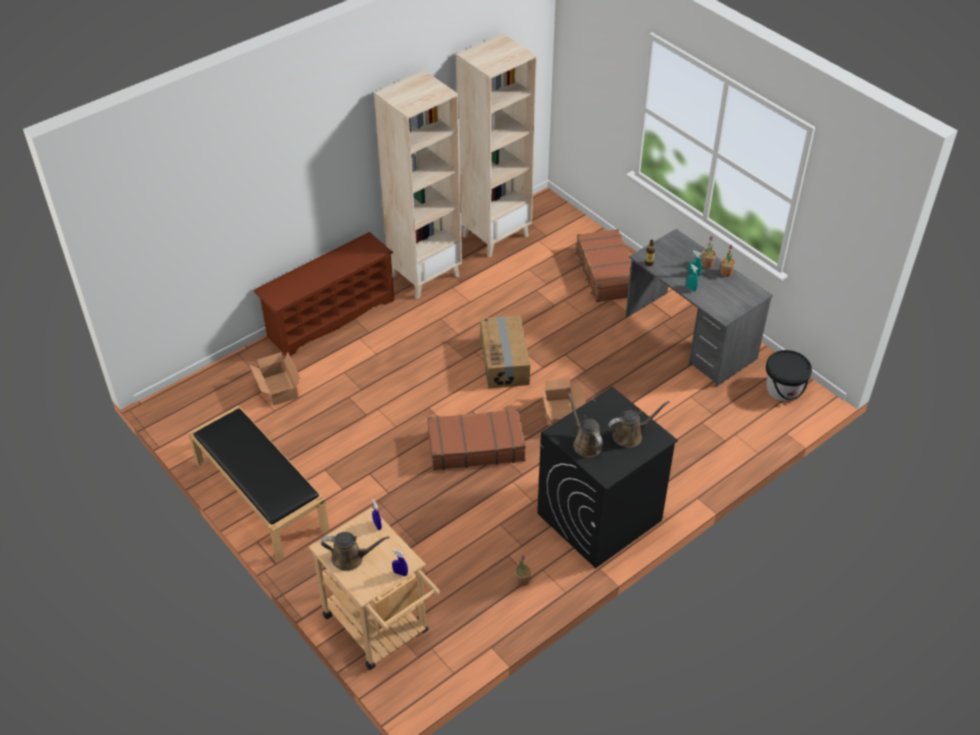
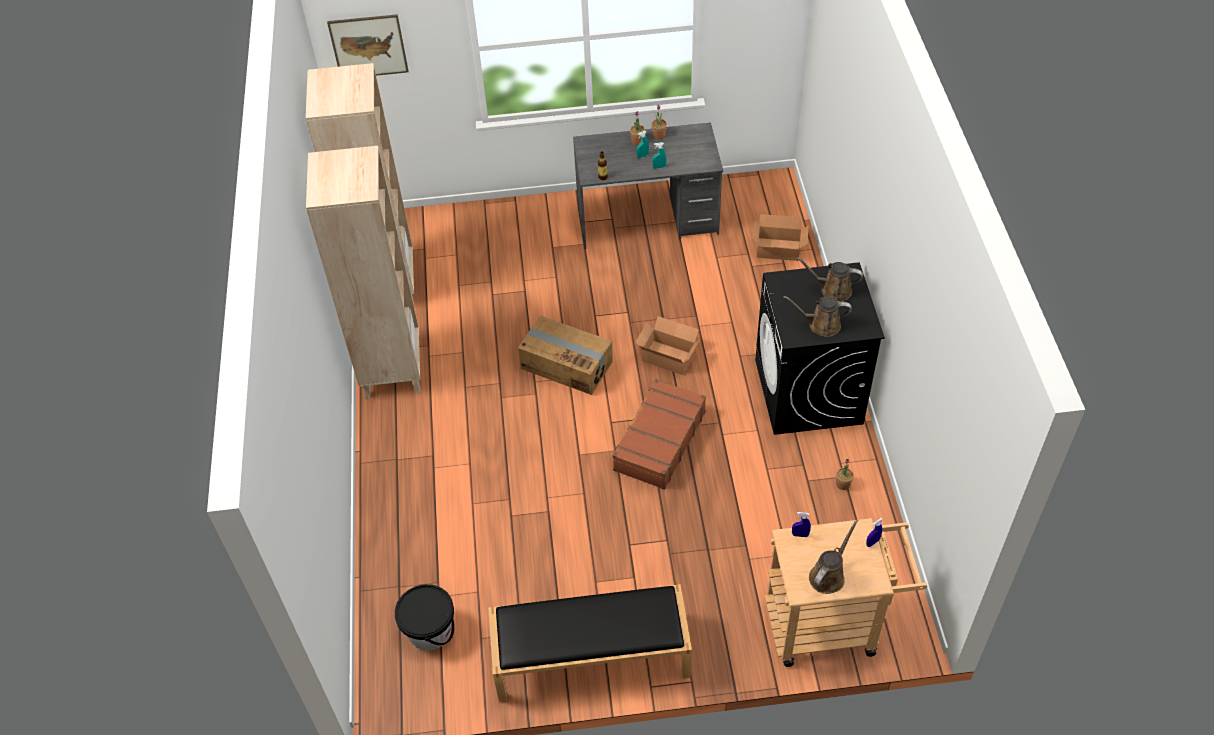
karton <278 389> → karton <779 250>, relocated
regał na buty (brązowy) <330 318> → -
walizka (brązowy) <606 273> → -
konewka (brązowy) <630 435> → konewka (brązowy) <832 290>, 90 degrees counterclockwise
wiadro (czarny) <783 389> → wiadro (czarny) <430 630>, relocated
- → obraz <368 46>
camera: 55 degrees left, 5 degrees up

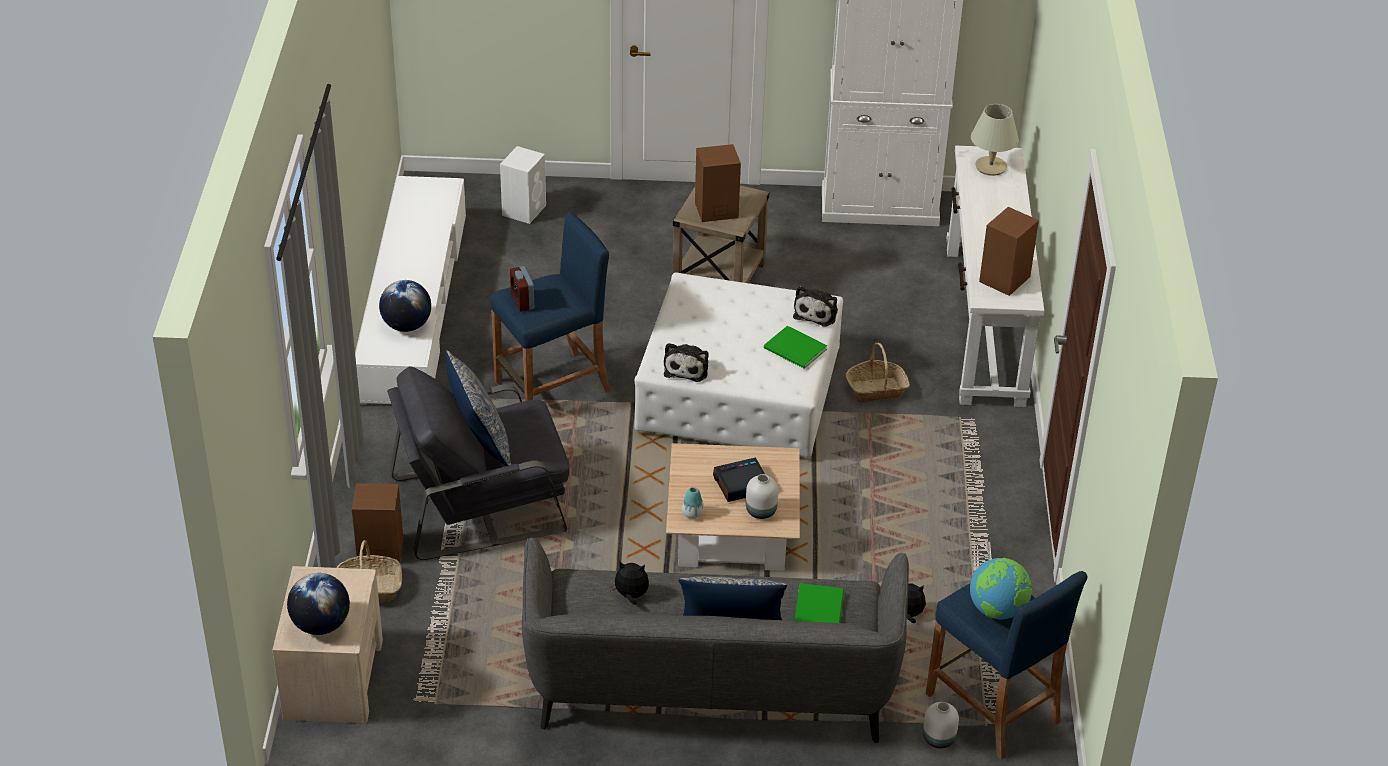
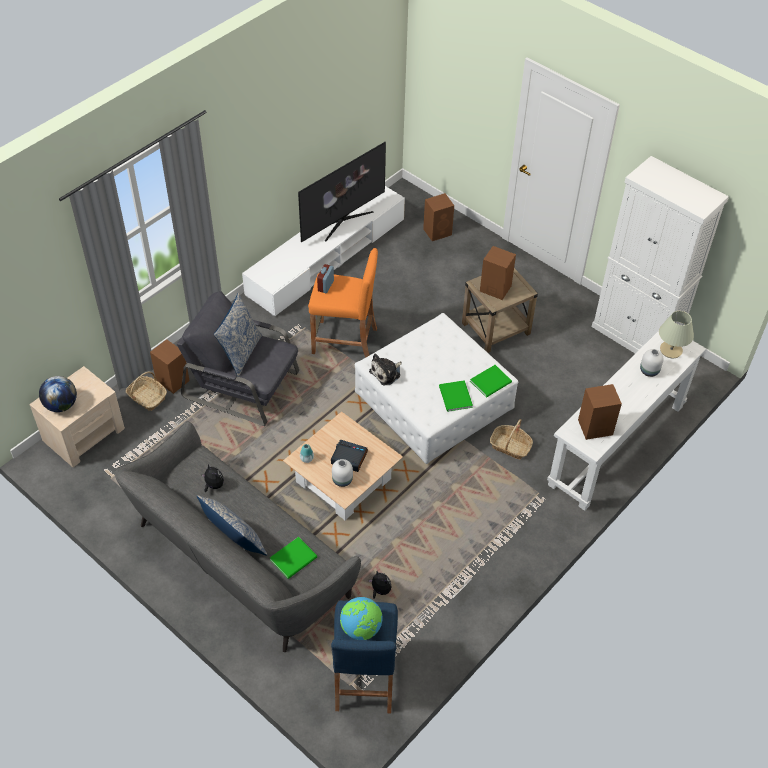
globus <406 326> → -
stołek (niebieski) <552 386> → stołek (pomarańczowy) <344 341>
głośnik (biały) <524 209> → głośnik (brązowy) <438 231>
pluszak <817 312> → książka (zielony) <492 382>
wazon (biały) <938 739> → wazon (biały) <648 370>, relocated
- → telewizor <342 221>
camera: 40 degrees right, 10 degrees up

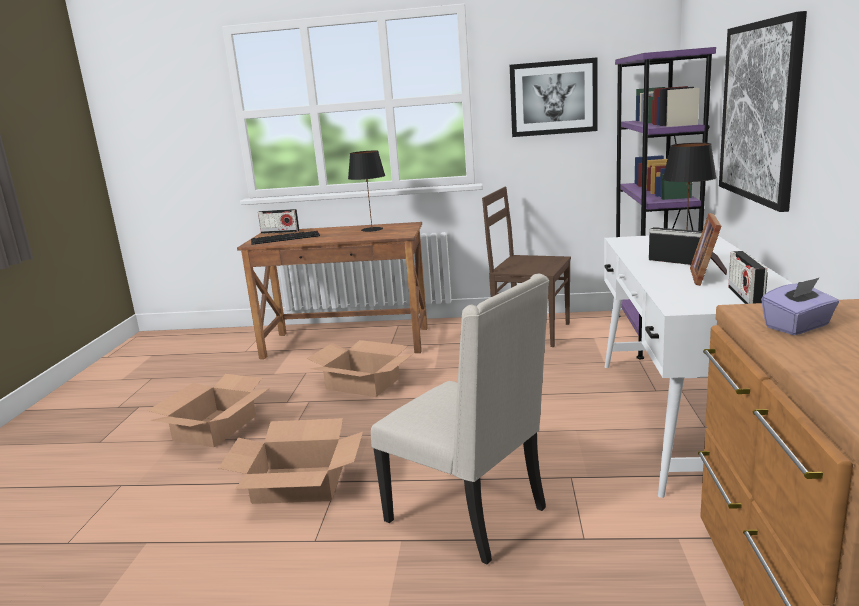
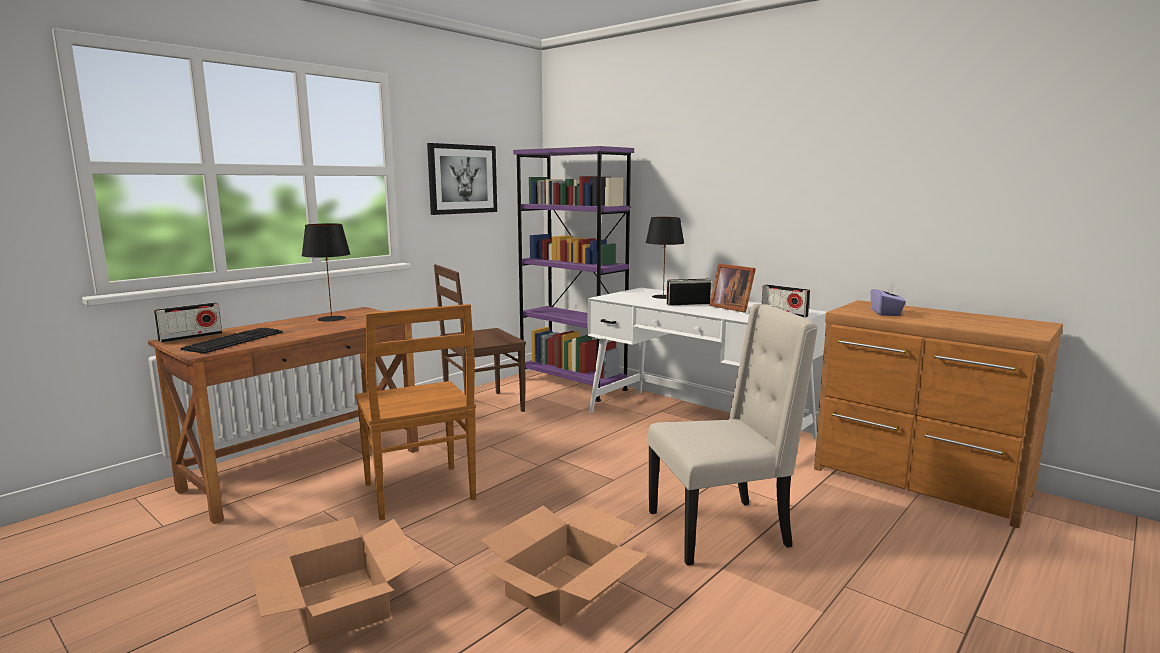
karton <363 383> → krzesło (brązowy) <420 493>
obraz <760 112> → -
camera: 55 degrees left, 5 degrees down

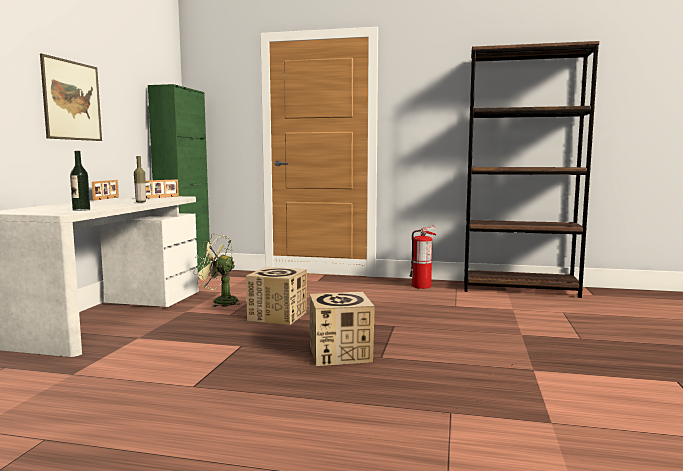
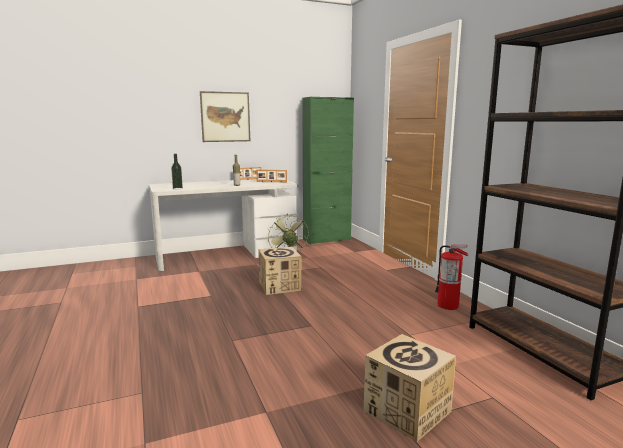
karton <340 353> → karton <407 411>, relocated
camera: 55 degrees right, 5 degrees up

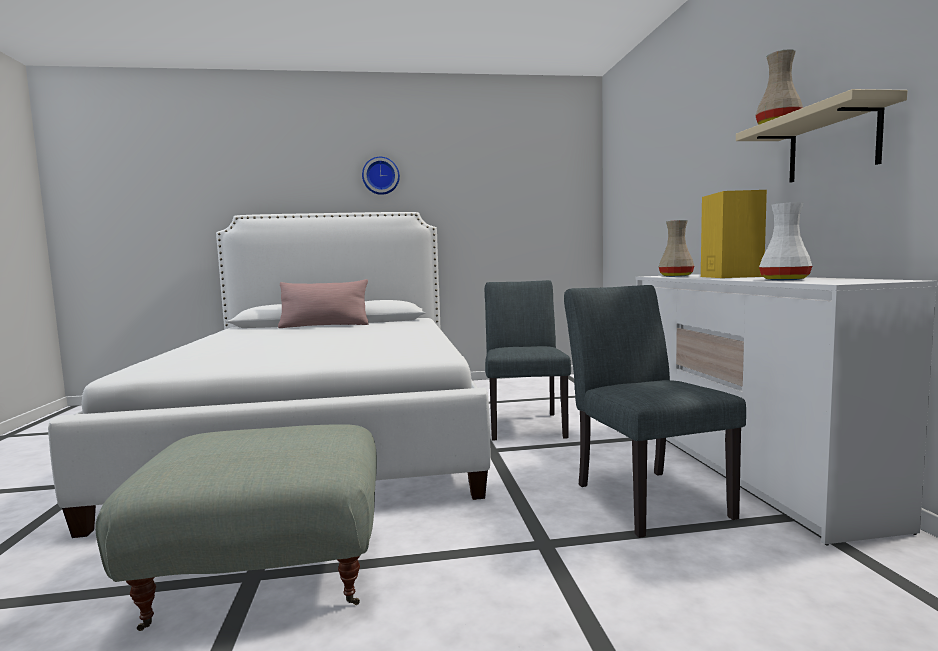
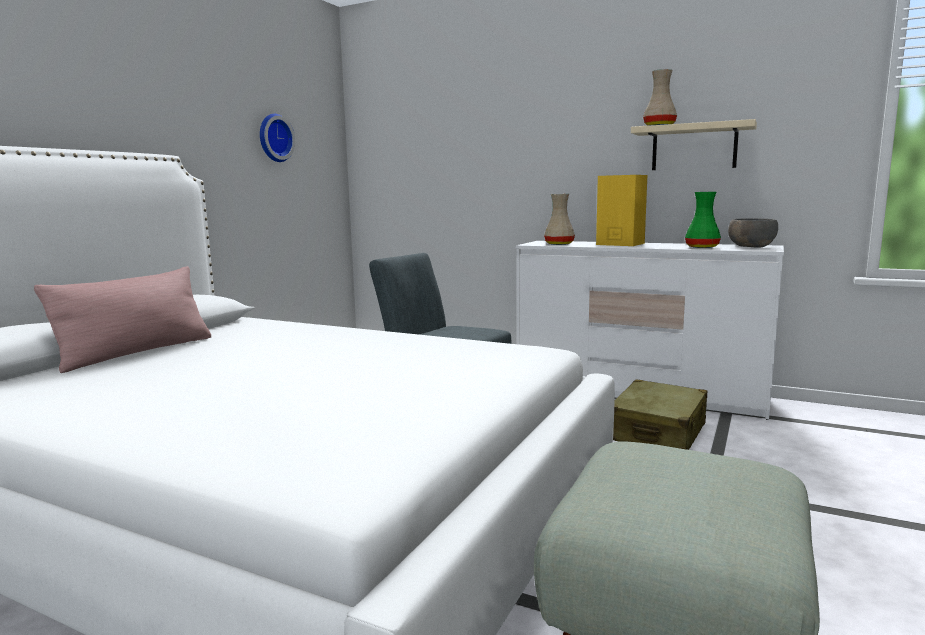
zegar ścienny <380 176> → zegar ścienny <274 138>, relocated
krzesło (szary) <644 496> → walizka (beżowy) <657 432>
wazon (biały) <785 279> → wazon (zielony) <703 247>
- → miska (szary) <751 246>
camera: 55 degrees left, 5 degrees up

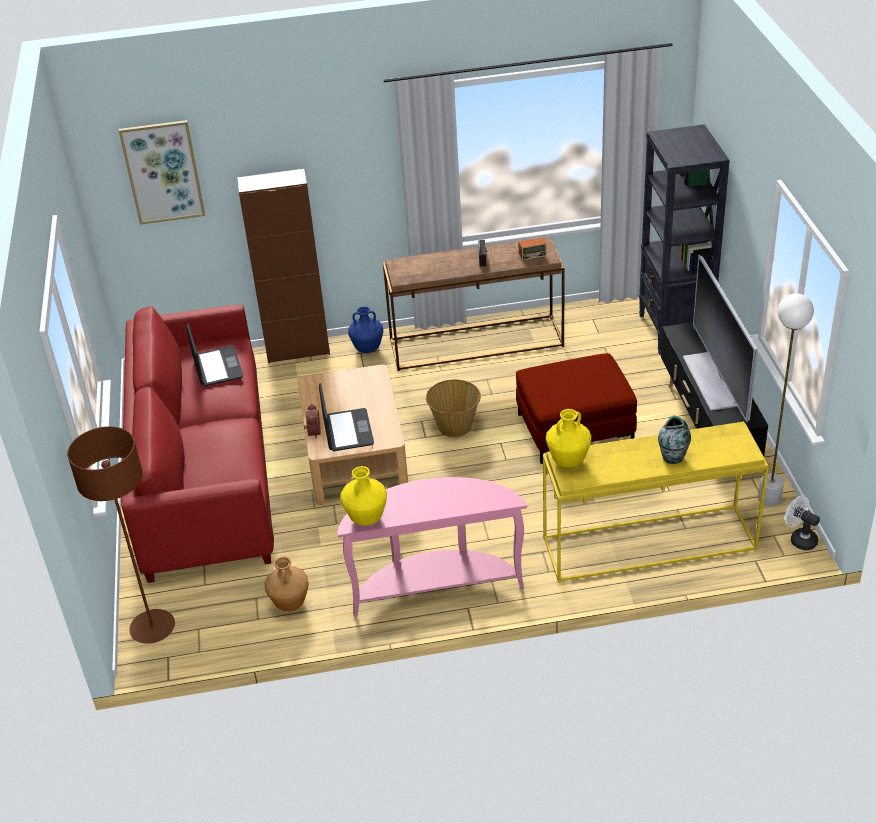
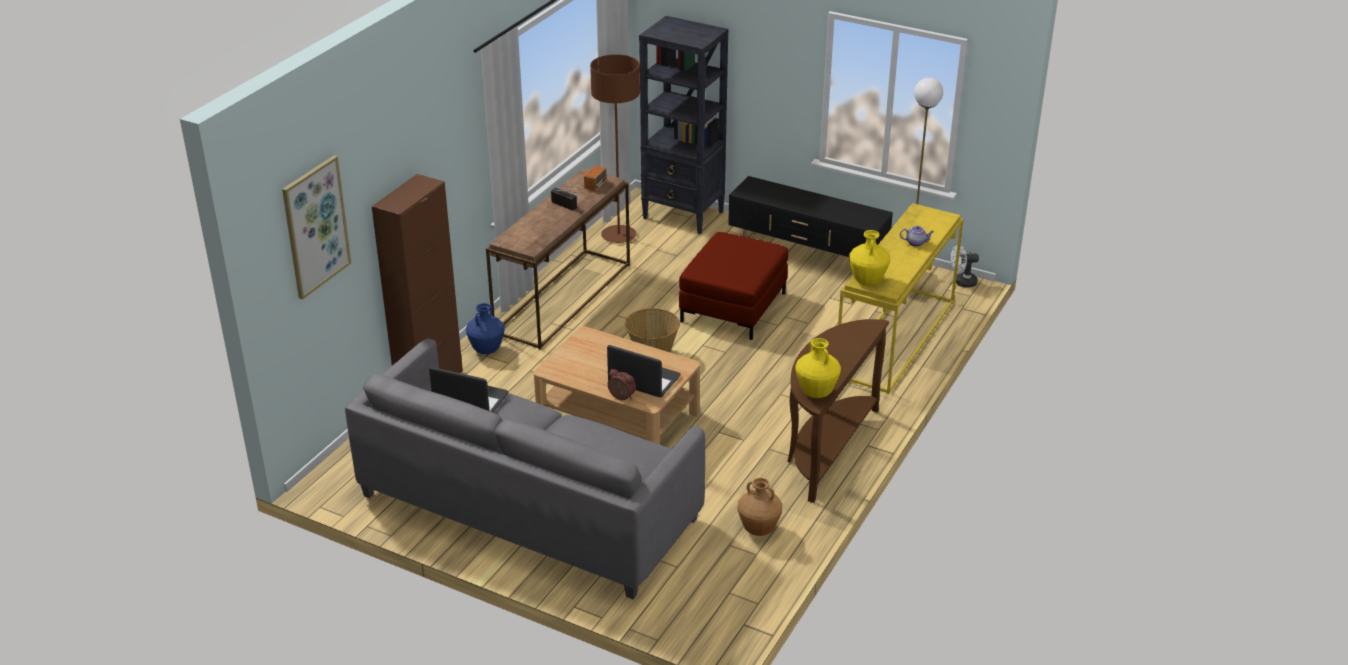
lampa stojąca (brązowy) <152 628> → lampa stojąca (brązowy) <618 235>, relocated
kanapa (czerwony) <205 474> → kanapa (szary) <528 507>
stolik konsolowy (różowy) <435 586> → stolik konsolowy (brązowy) <826 449>
wazon <673 457> → imbryk <916 243>
telewizor <711 380> → -
camera: 55 degrees left, 5 degrees down

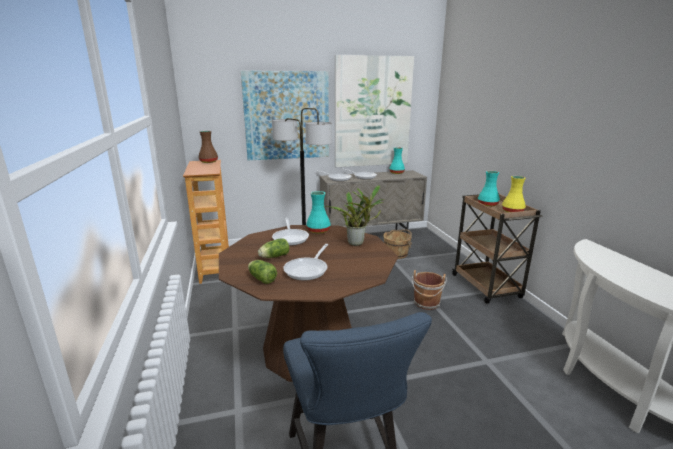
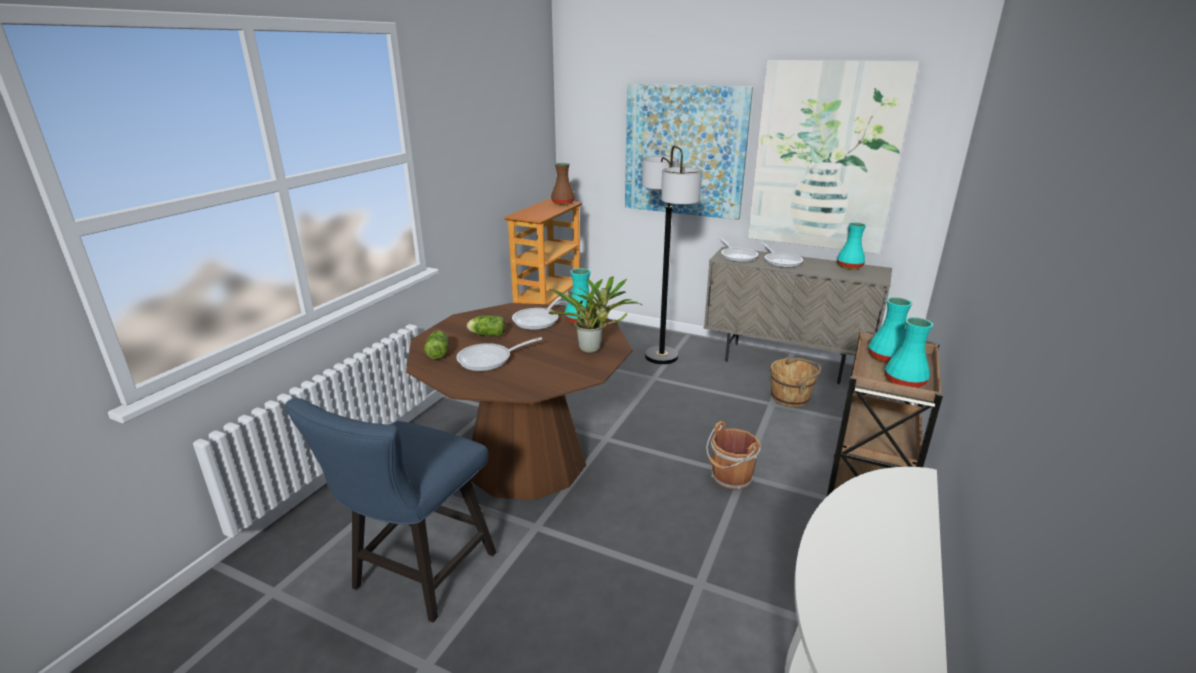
wazon (żółty) <512 211> → wazon (turkusowy) <905 382>
camera: 40 degrees right, 5 degrees up

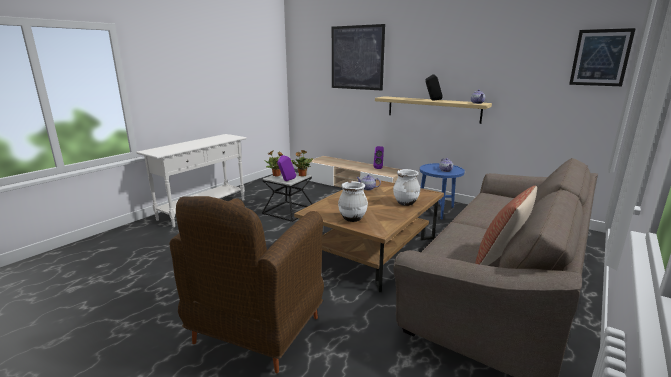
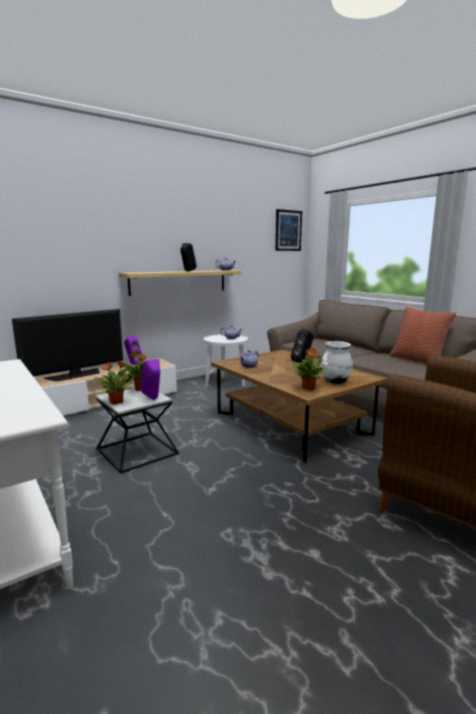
obraz <357 58> → -
wazon (biały) <405 203> → głośnik (czarny) <302 362>
stolik (niebieski) <437 211> → stolik (biały) <226 383>
- → telewizor <75 375>
- → roślina doniczkowa <308 388>
camera: 70 degrees left, 5 degrees down

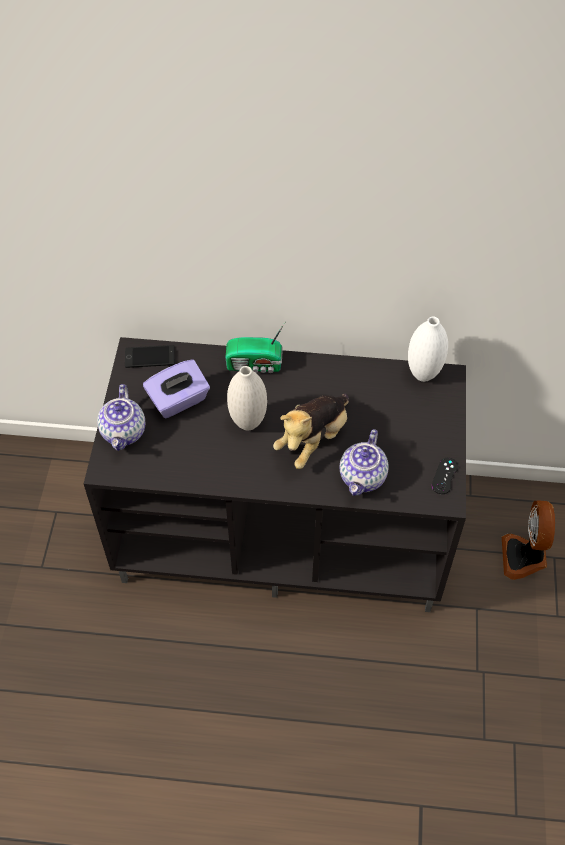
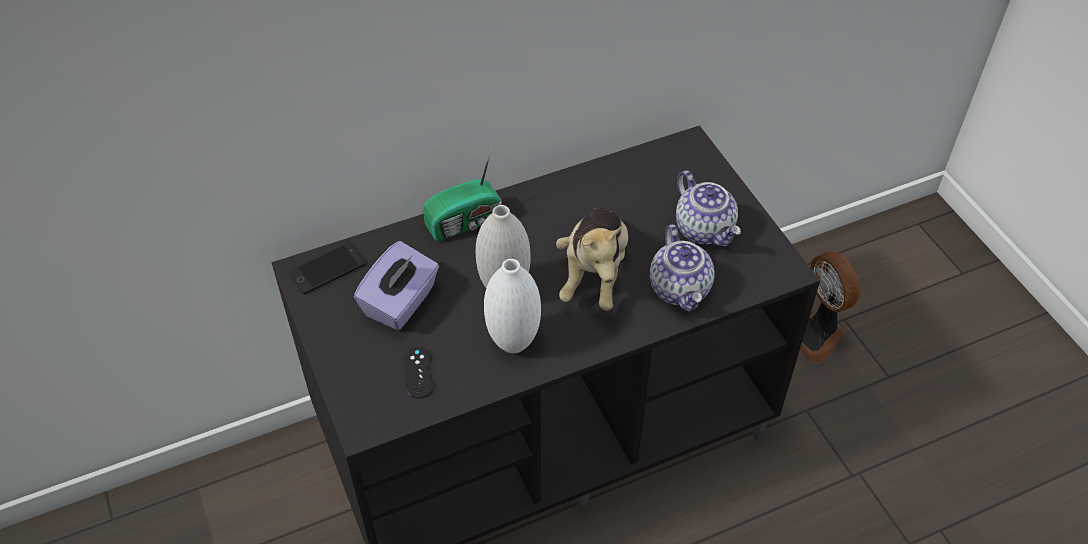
imbryk <124 432> → imbryk <705 229>, relocated
wazon (biały) <423 374> → wazon (biały) <513 343>, relocated
pad do gier (czarny) <445 476> → pad do gier (czarny) <418 372>, relocated
camera: 30 degrees left, 5 degrees down

